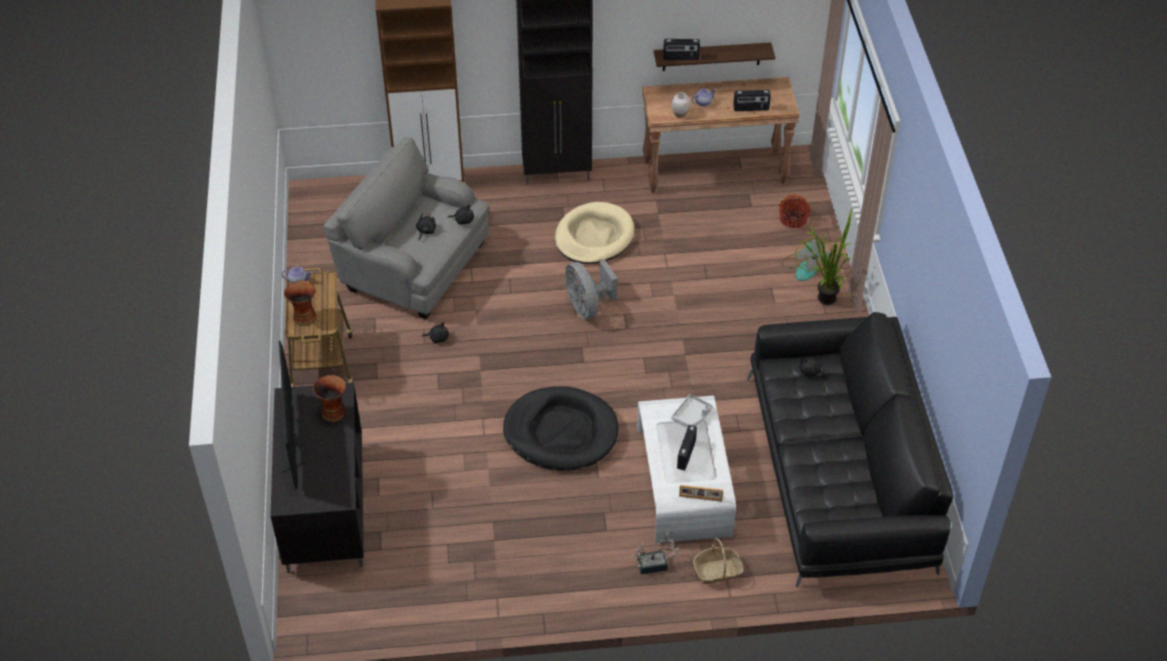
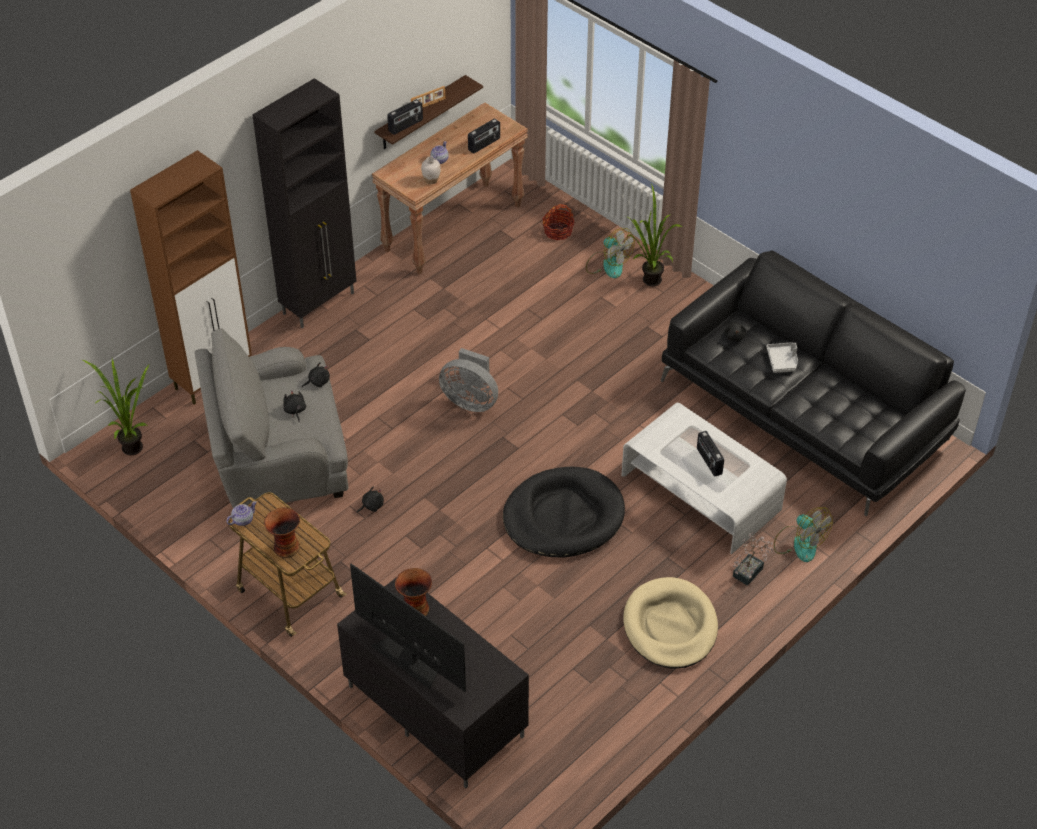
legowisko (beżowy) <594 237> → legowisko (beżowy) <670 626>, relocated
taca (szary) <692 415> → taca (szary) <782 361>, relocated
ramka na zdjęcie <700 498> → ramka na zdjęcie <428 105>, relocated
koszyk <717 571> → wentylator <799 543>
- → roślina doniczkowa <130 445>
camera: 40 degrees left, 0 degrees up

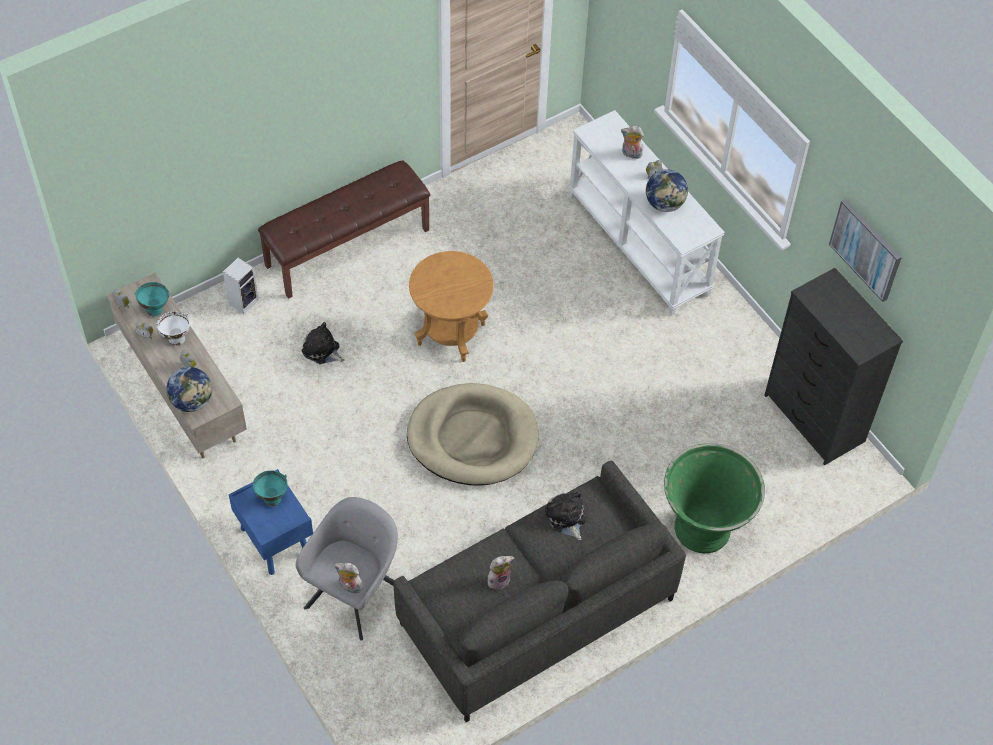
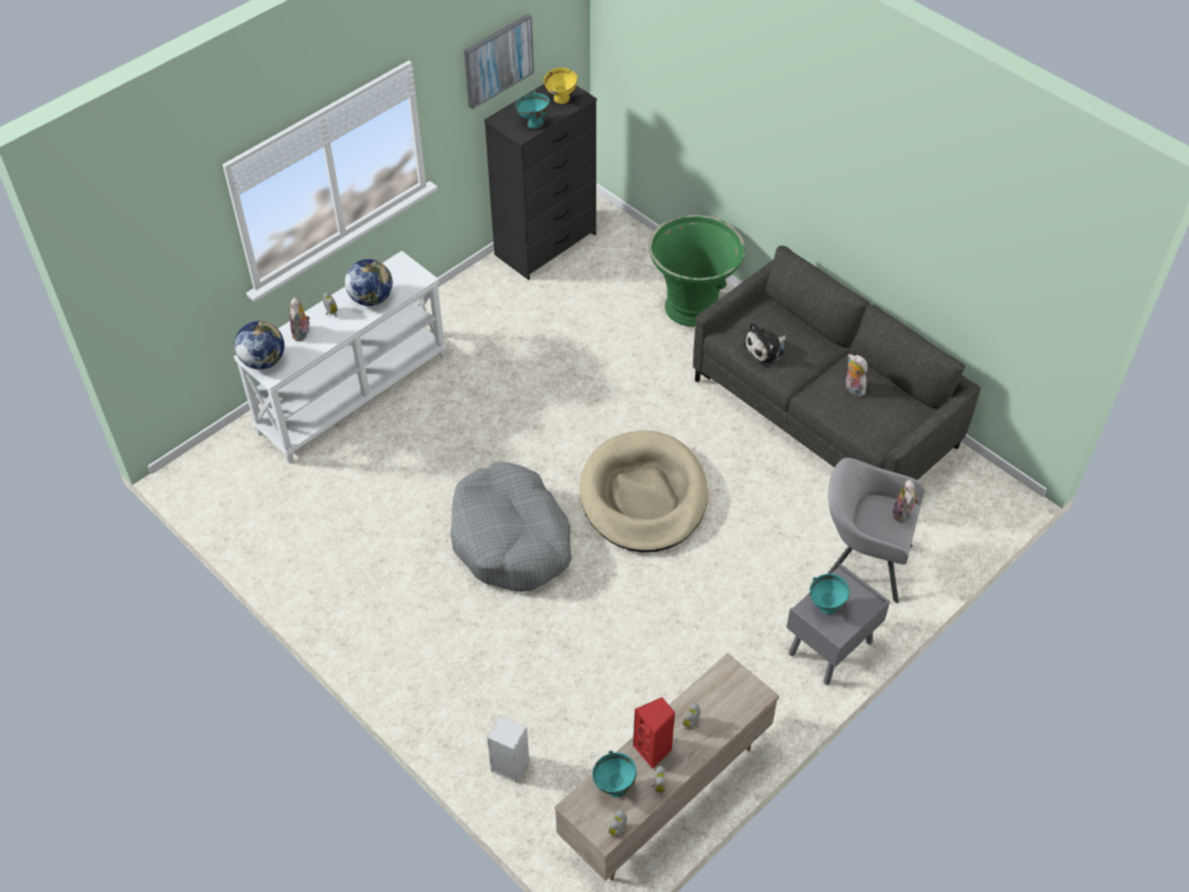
miska (biały) <176 338> → głośnik (czerwony) <654 750>
globus <192 401> → globus <263 361>, relocated
szafka nocna (niebieski) <274 540> → szafka nocna (szary) <830 648>
ławka (brązowy) <347 247> → -
pluszak <322 350> → -
stolik (brązowy) <451 334> → legowisko (szary) <511 539>
- → miska (turkusowy) <533 124>
- → miska (żółty) <561 100>
camera: 100 degrees left, 5 degrees down

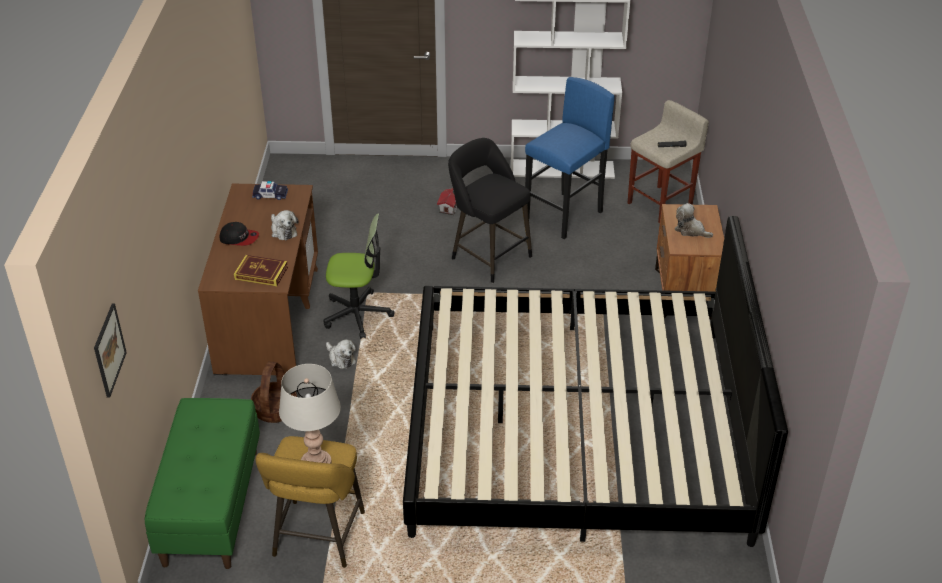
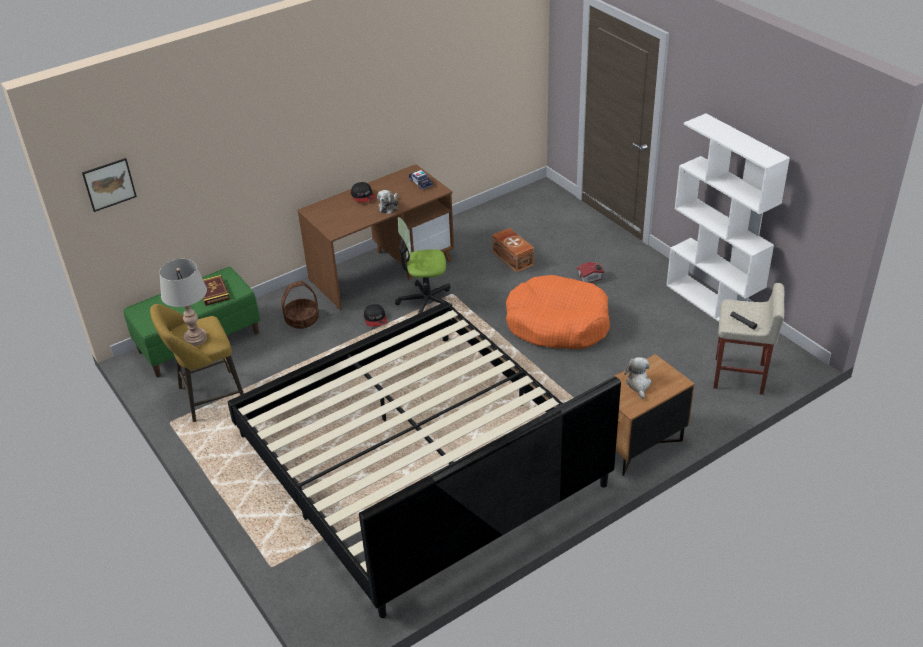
książka <261 273> → książka <213 292>, relocated
krzesło biurowe <357 314> → krzesło biurowe <425 302>, 120 degrees clockwise
pluszak <341 359> → czapka z daszkiem <375 319>
stołek (czarny) <488 256> → legowisko (pomarańczowy) <557 324>
stołek (niebieski) <564 216> → -
- → pojemnik do przechowywania (brązowy) <513 258>
camera: 55 degrees right, 0 degrees up

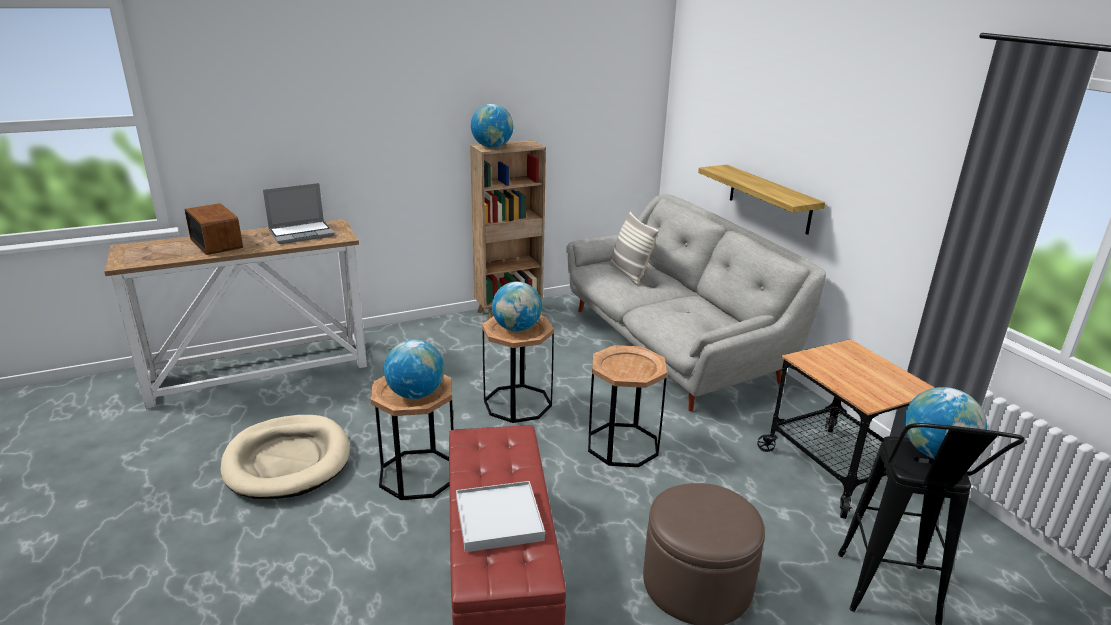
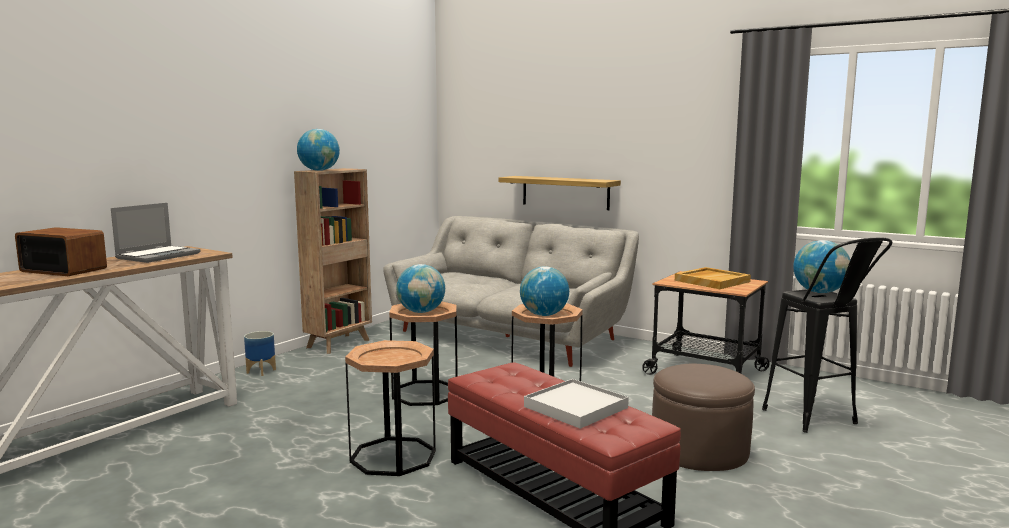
legowisko (beżowy) <288 461> → -
globus <416 394> → globus <544 315>, relocated
poduszka <629 274> → -
- → donica <261 371>
- → taca (beżowy) <712 281>
camera: 30 degrees left, 15 degrees down

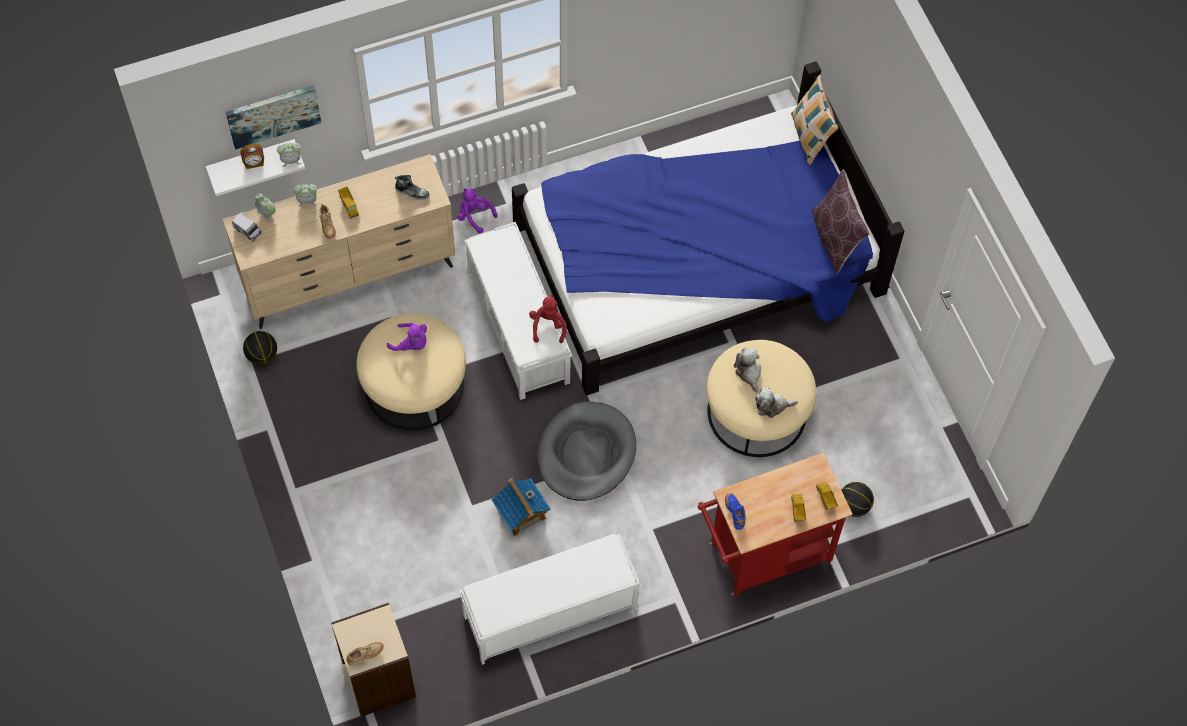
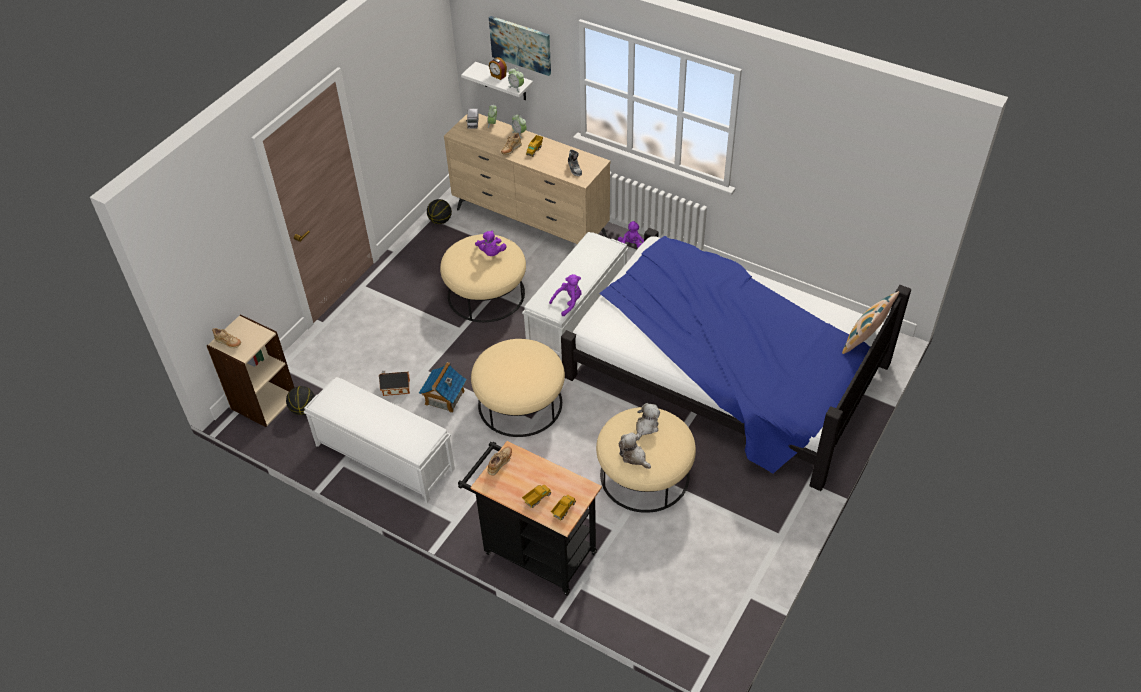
pluszak (czerwony) <548 326> → pluszak (fioletowy) <568 303>
legowisko (szary) <586 453> → pufa (beżowy) <520 403>
wózek (czerwony) <763 556> → wózek (czarny) <534 550>
but (niebieski) <735 512> → but (beżowy) <500 463>
poduszka (brązowy) <835 239> → -
piłka do koszykówki <854 505> → piłka do koszykówki <303 409>, relocated
- → domek <395 387>
camera: 55 degrees right, 15 degrees down

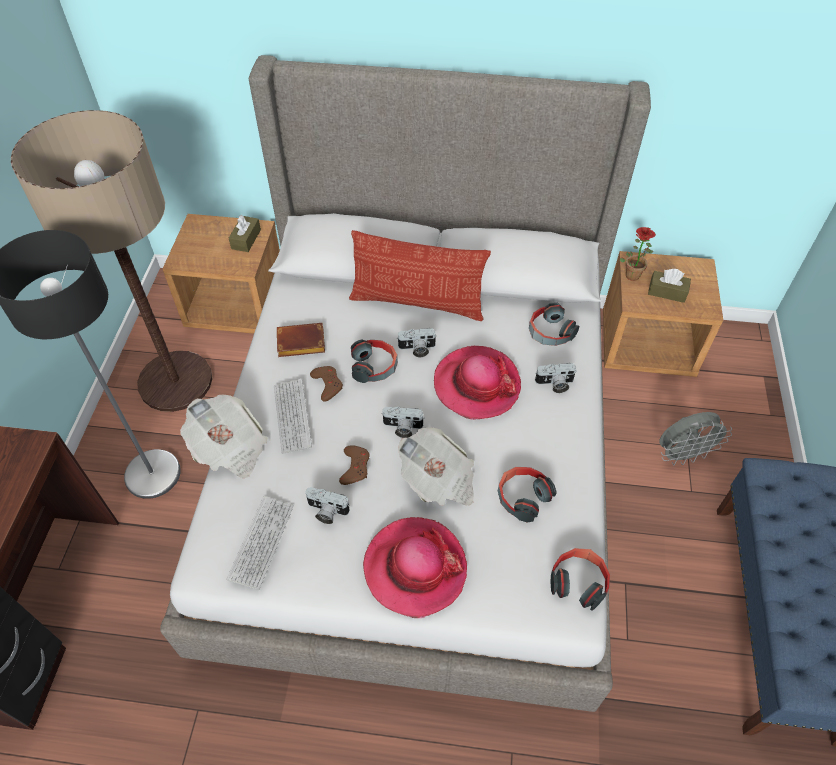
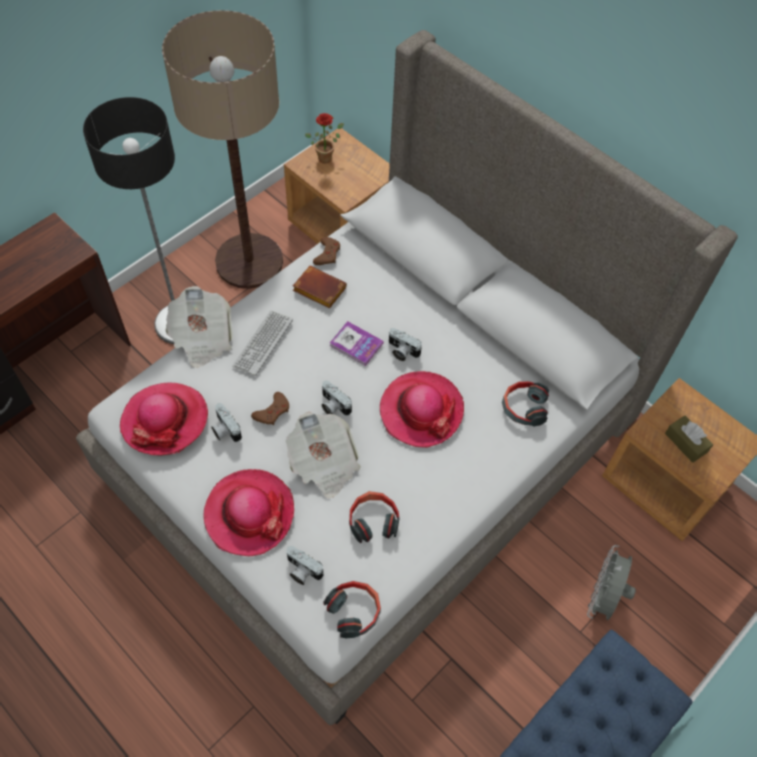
klawiatura <261 542> → kapelusz <165 420>
pudełko chusteczek (brązowy) <246 239> → -
pad do gier (brązowy) <327 384> → pad do gier (brązowy) <327 254>, relocated
poduszka <417 302> → -
słuchawki <374 366> → książka <356 344>
aparat fotograficzny <554 384> → aparat fotograficzny <301 571>, relocated
roślina doniczkowa <631 273> → roślina doniczkowa <326 157>, relocated
wentylator (szary) <683 455> → wentylator (szary) <603 597>, 90 degrees clockwise
camera: 35 degrees right, 5 degrees up

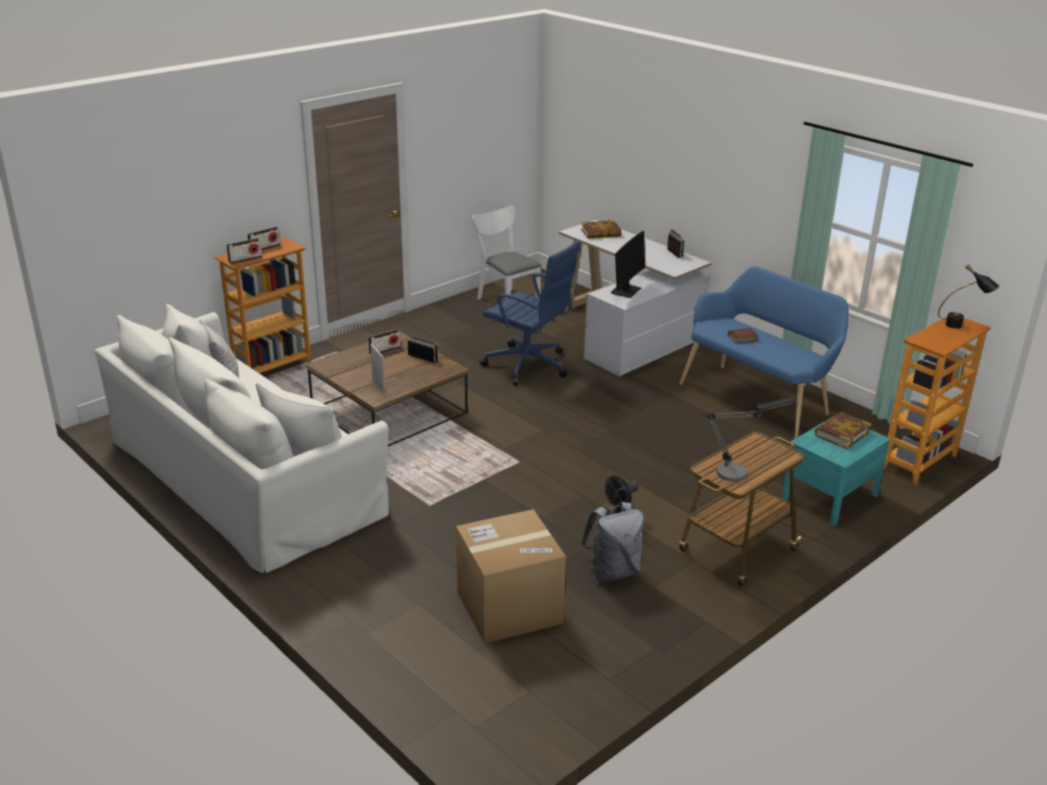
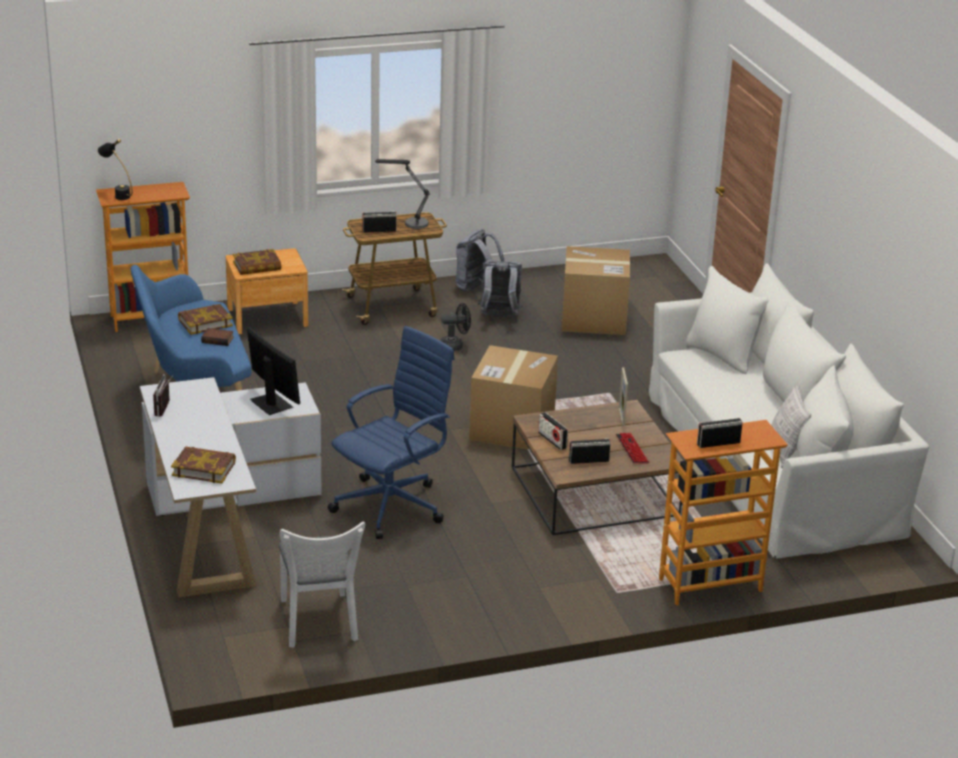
radio <245 259> → radio <379 231>, relocated
krzesło biurowe (niebieski) <529 366> → krzesło biurowe (niebieski) <392 505>, 75 degrees clockwise
monitor <626 291> → monitor <271 404>, 90 degrees clockwise
szafka nocna (turkusowy) <830 497> → szafka nocna (brązowy) <267 317>
- → książka <205 322>
- → plecak (szary) <476 288>
- → karton <512 428>
- → klawiatura <632 449>
camera: 155 degrees left, 0 degrees up

